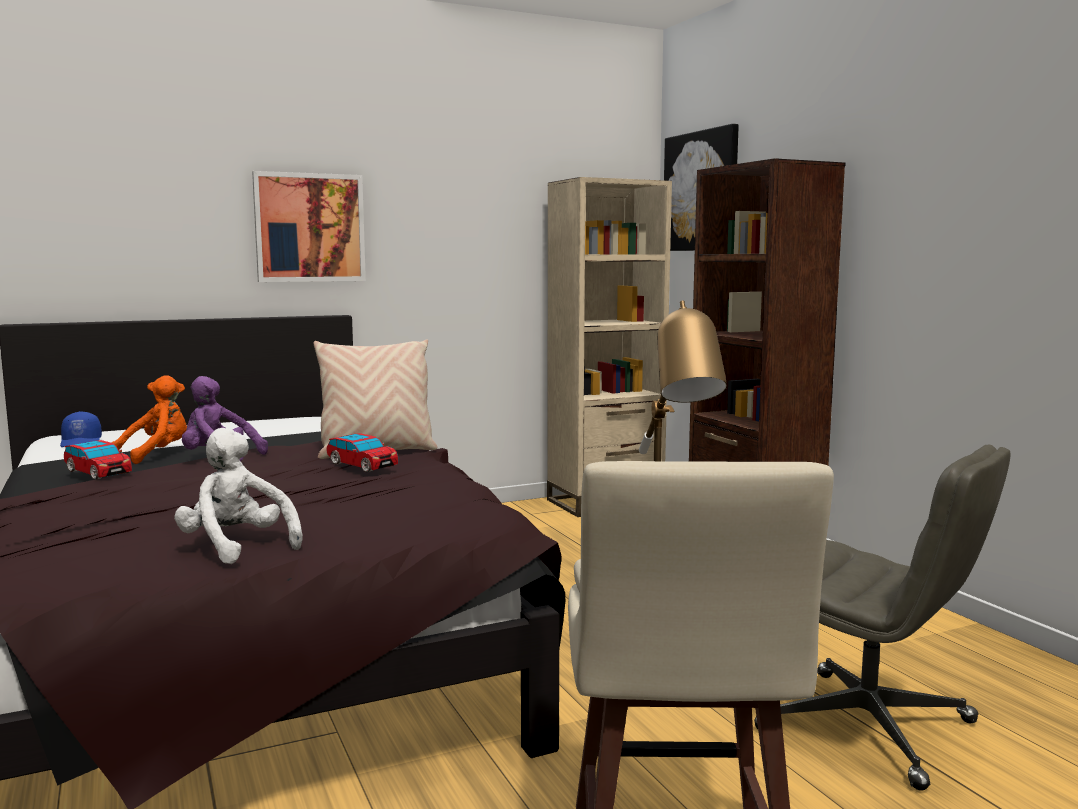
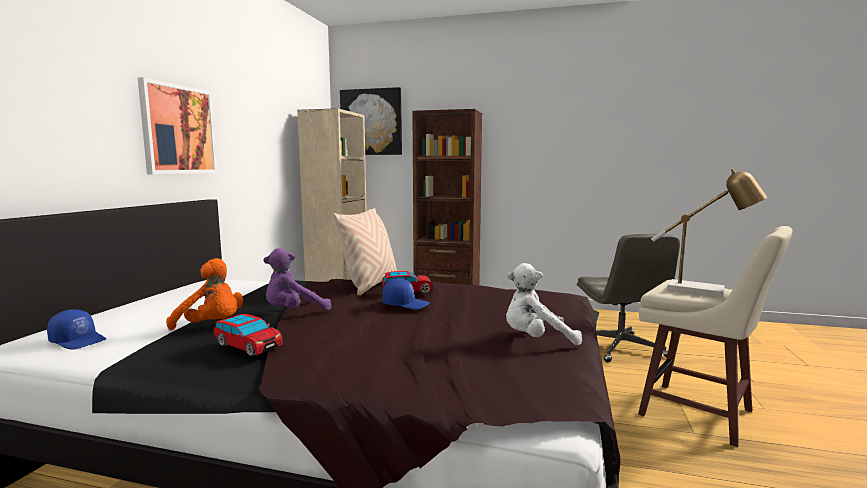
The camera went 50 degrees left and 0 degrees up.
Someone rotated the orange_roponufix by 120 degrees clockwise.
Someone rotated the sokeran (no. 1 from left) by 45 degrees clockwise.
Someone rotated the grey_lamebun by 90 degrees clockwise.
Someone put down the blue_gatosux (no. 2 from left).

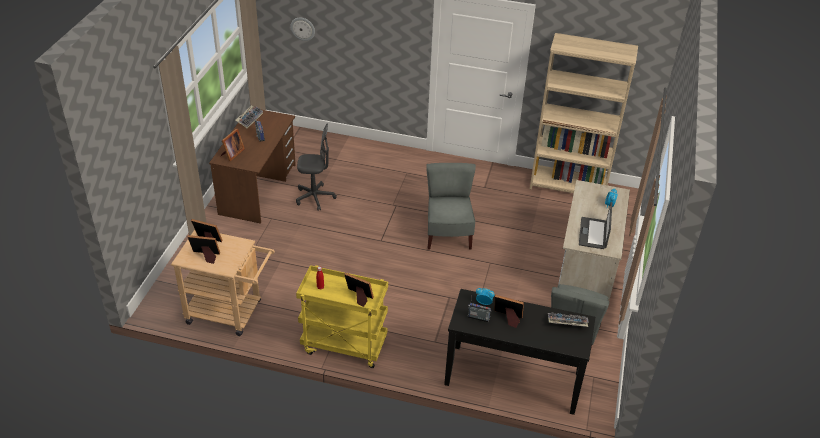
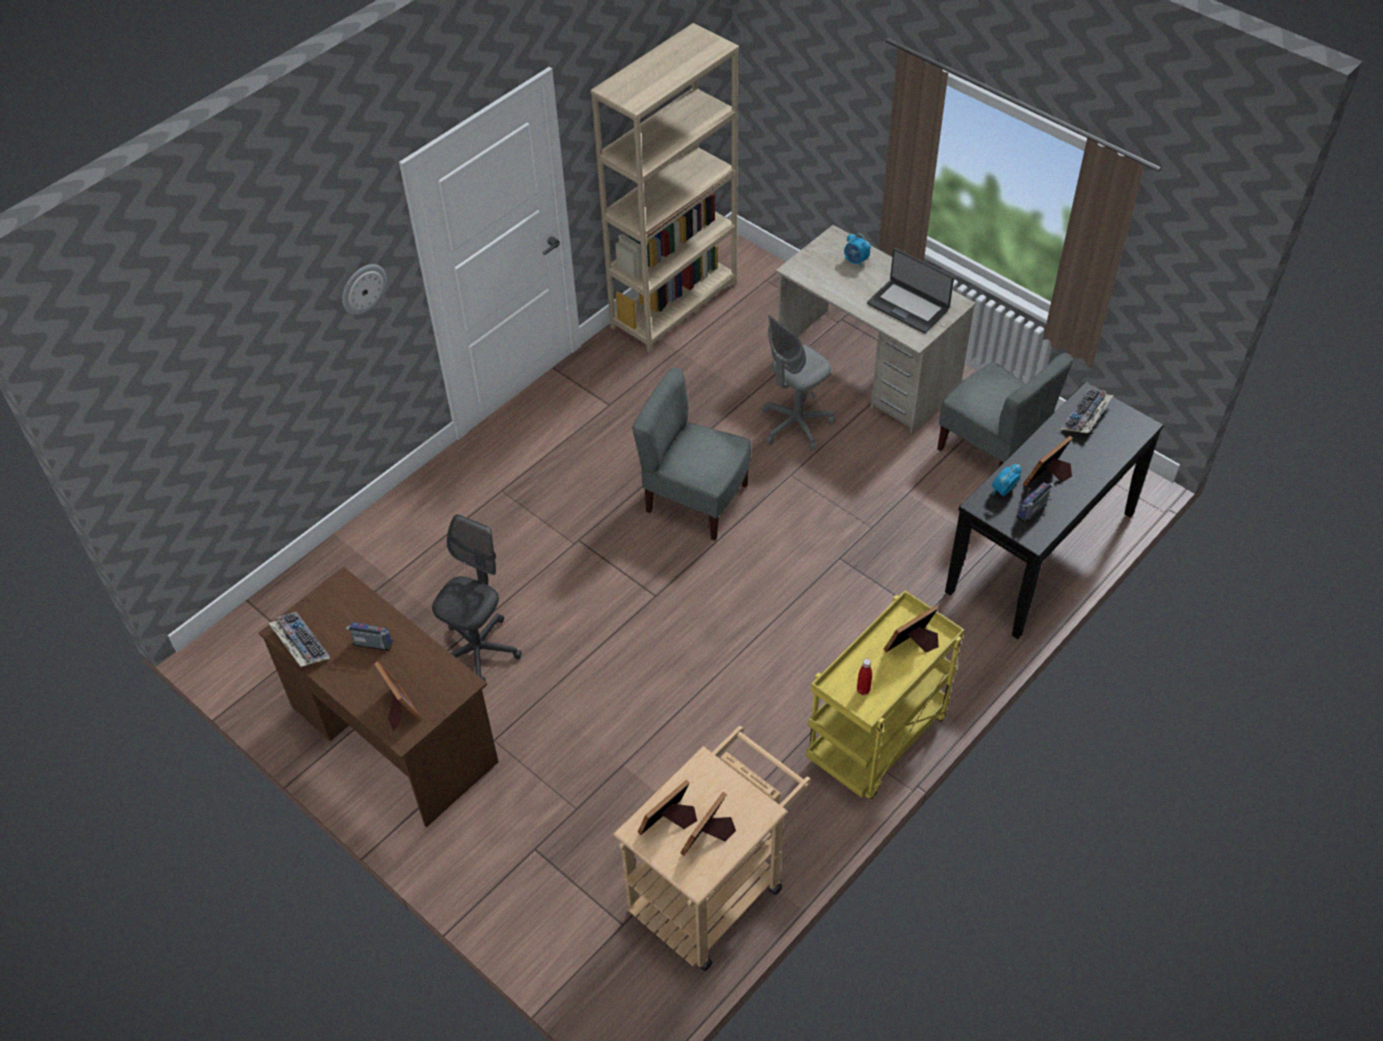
The camera went 60 degrees left and 10 degrees up.
Someone carried the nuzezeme.
Someone put down the grey_lamebun (no. 2 from left).

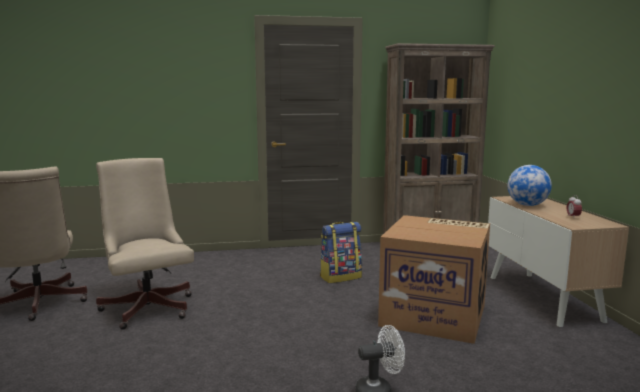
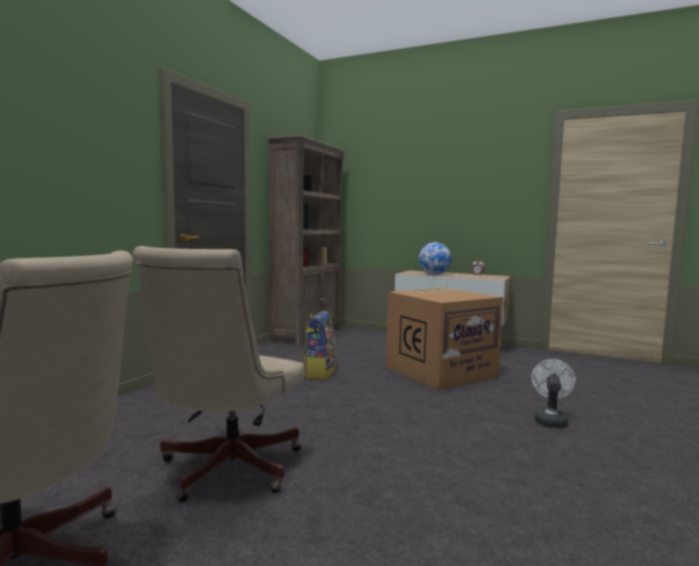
The camera went 55 degrees left and 5 degrees down.
Someone rotated the beige_lamebun (no. 2 from left) by 75 degrees counterclockwise.

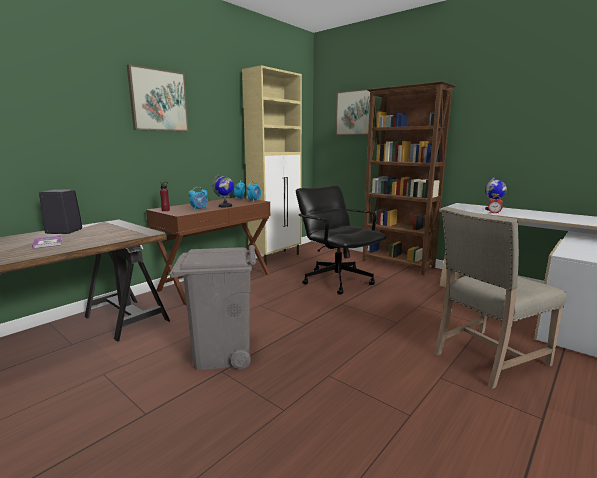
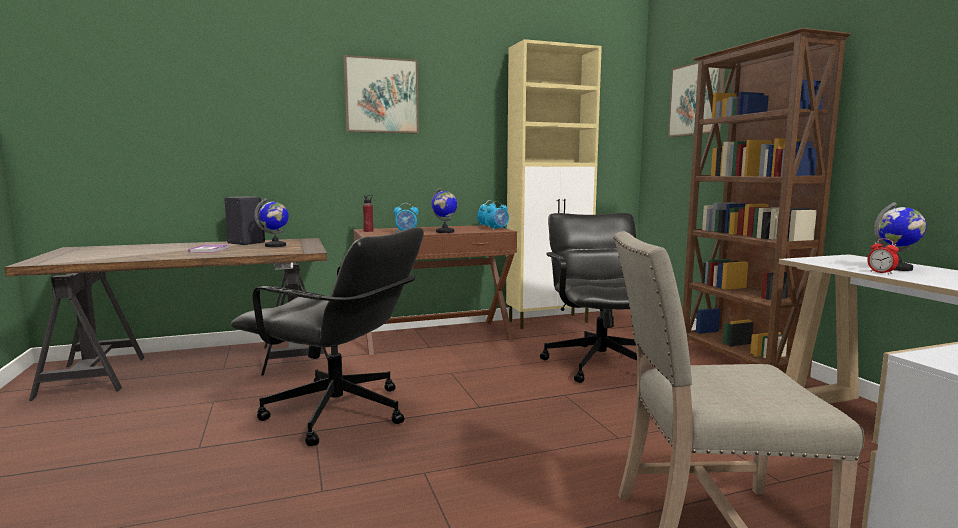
The camera went 30 degrees right and 5 degrees down.
Someone swapped the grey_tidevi for the black_lamebun (no. 1 from left).
Someone put down the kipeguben (no. 1 from left).

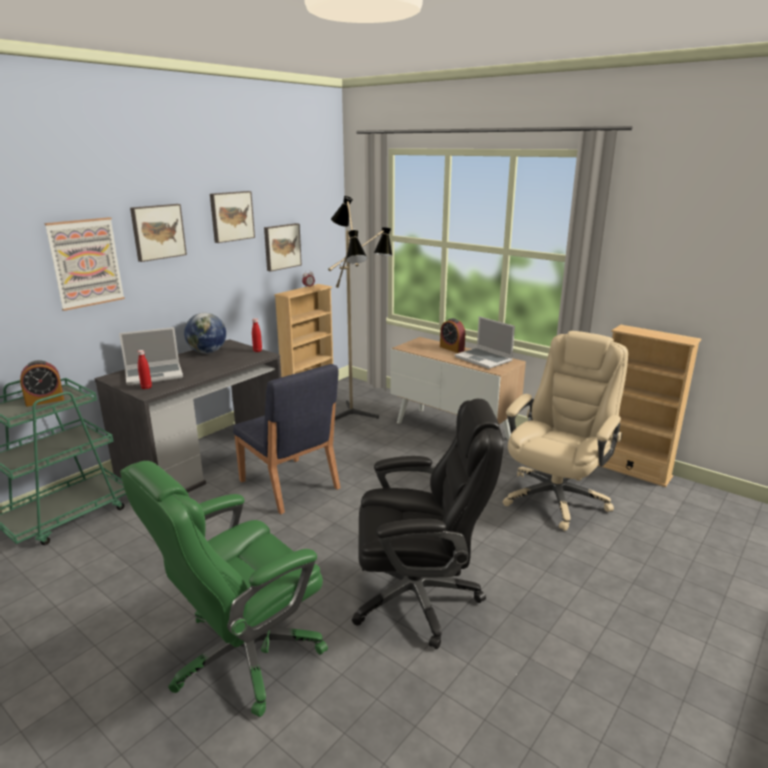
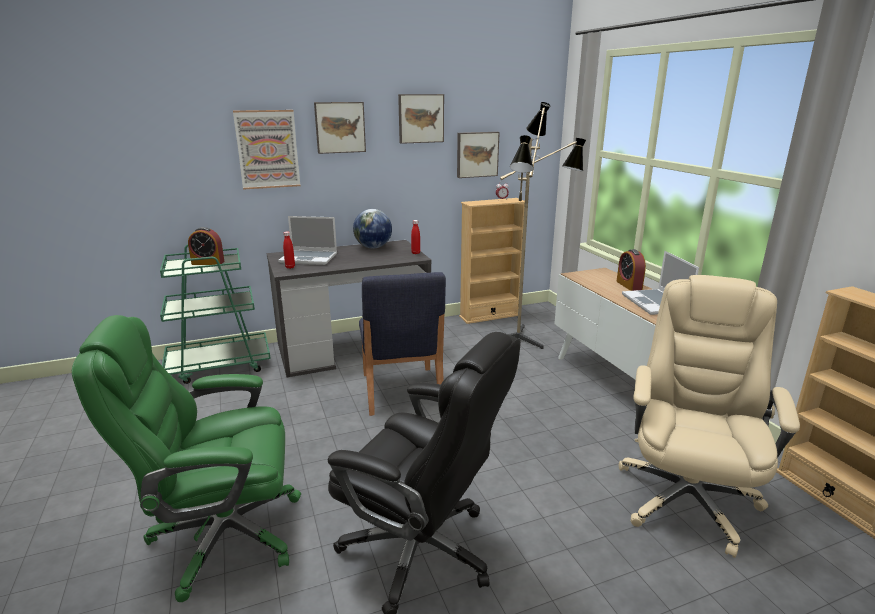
The camera went 30 degrees right and 0 degrees up.
Someone rotated the beige_lamebun by 45 degrees counterclockwise.

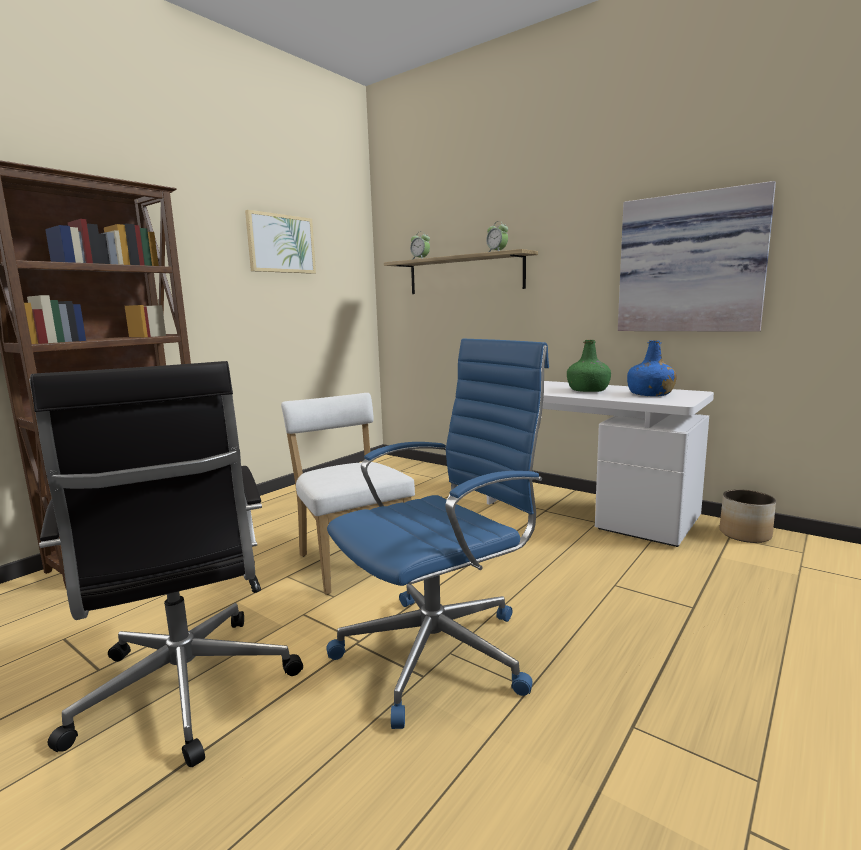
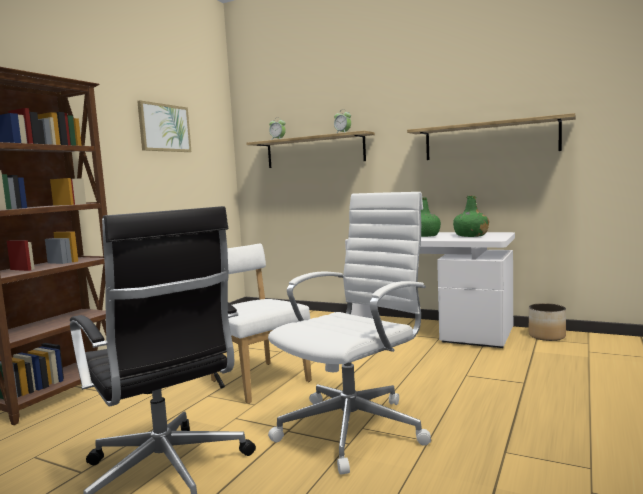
The camera went 10 degrees left and 5 degrees down.
Someone swapped the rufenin (no. 2 from left) for the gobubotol (no. 2 from left).
Someone repainted the blue_lamebun, which became the white_lamebun.
Someone repainted the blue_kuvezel, which became the green_kuvezel (no. 2 from left).

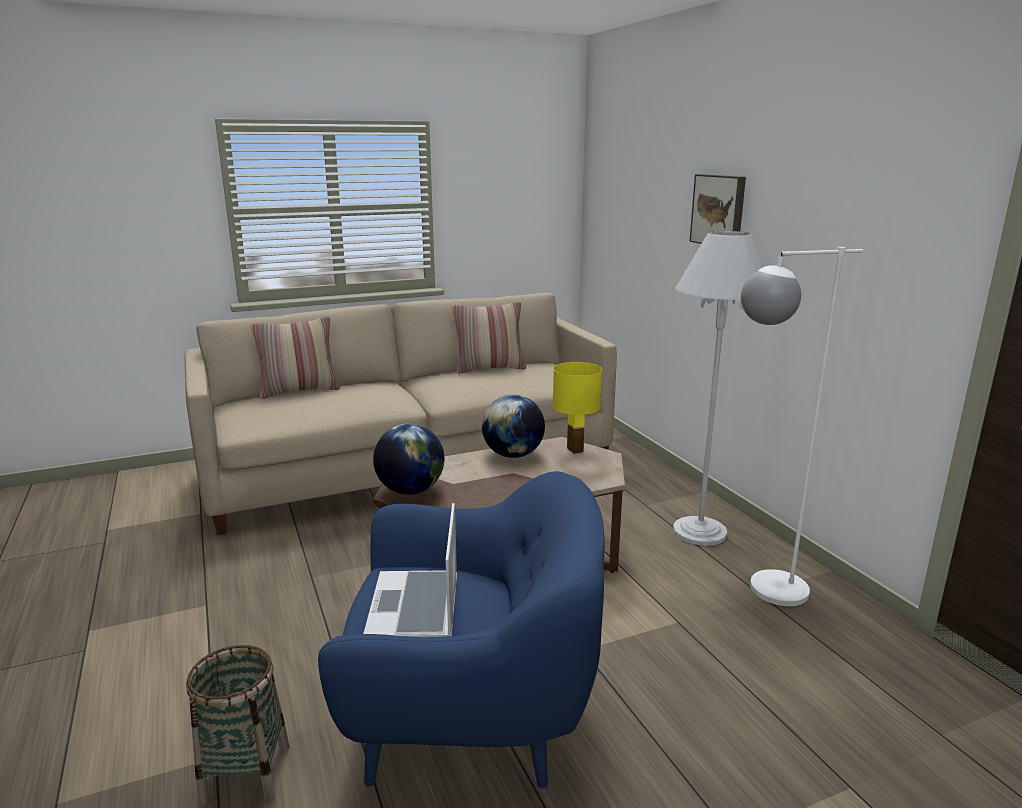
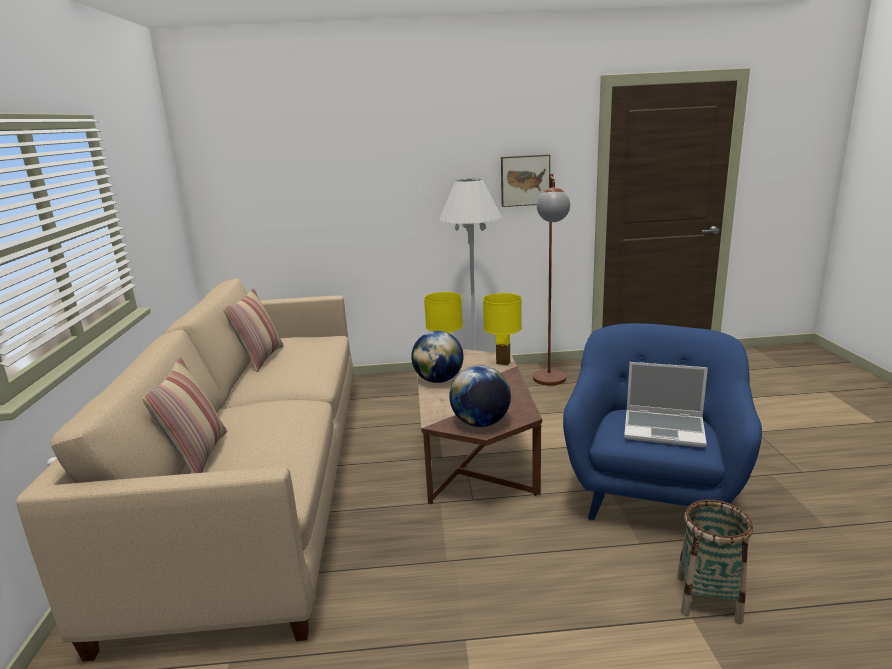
The camera went 70 degrees left and 0 degrees up.
Someone carried the rufenin.
Someone repainted the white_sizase (no. 2 from left), which became the brown_sizase.
Someone put down the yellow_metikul (no. 2 from left).

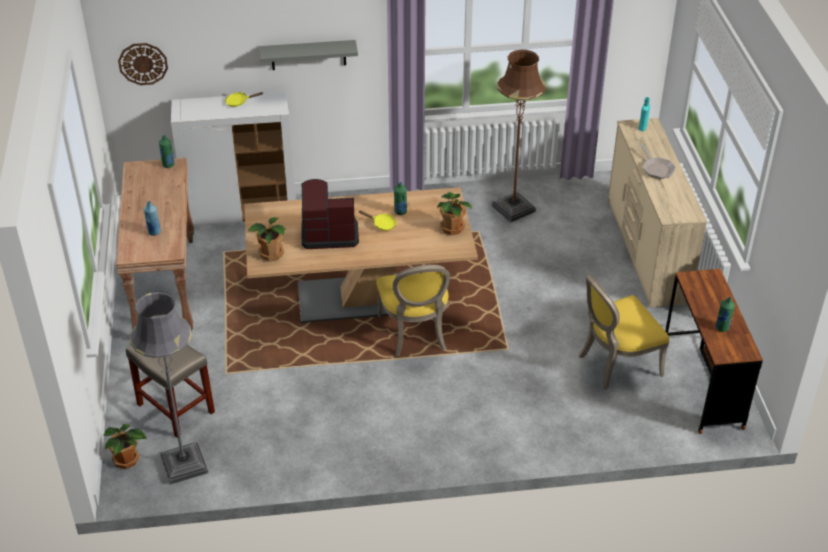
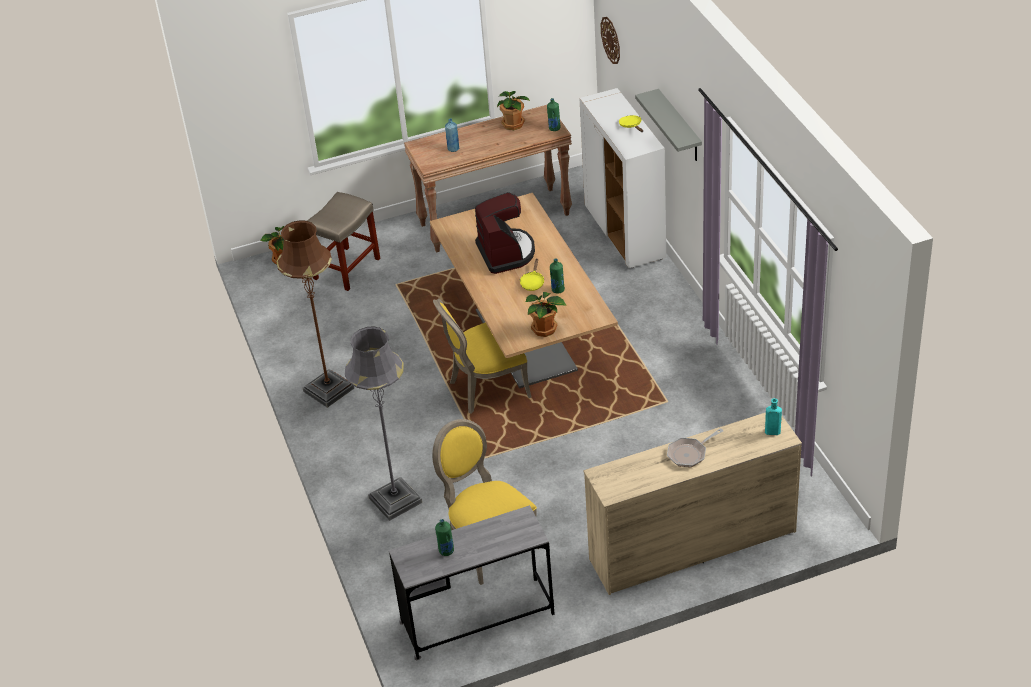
The camera went 80 degrees right and 0 degrees up.
Someone carried the brown_sizase.
Someone carried the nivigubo (no. 2 from left).
Someone repainted the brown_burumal, which became the grey_burumal.
Someone carried the grey_sizase.

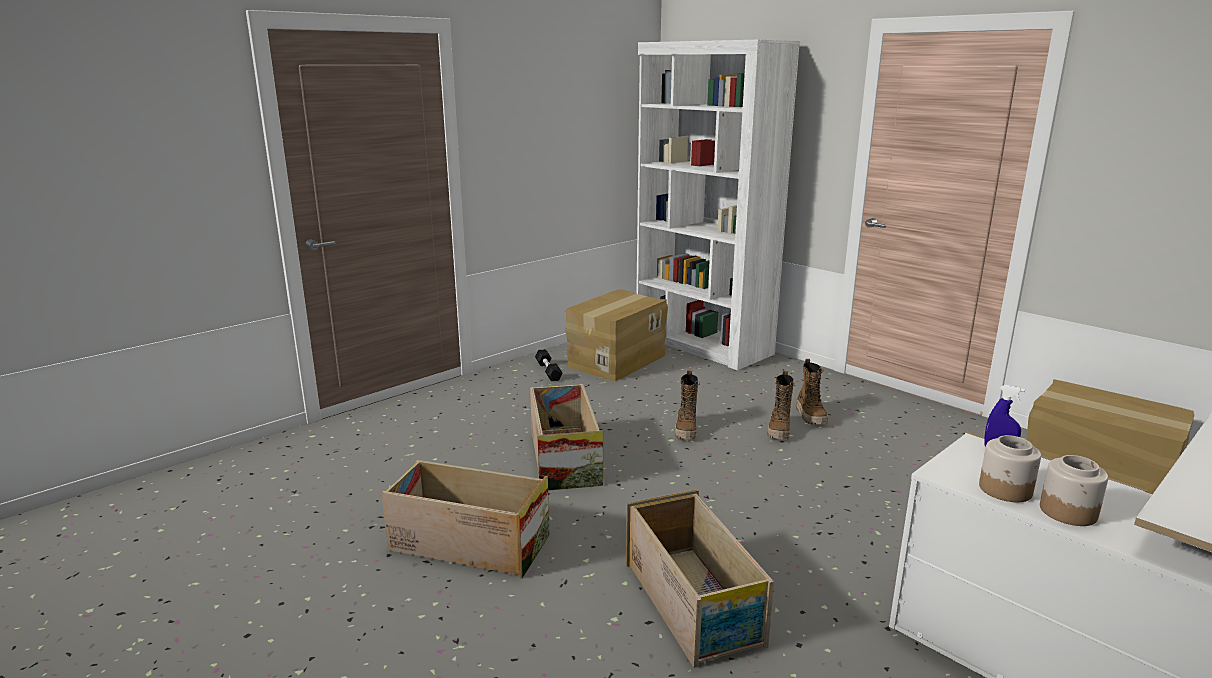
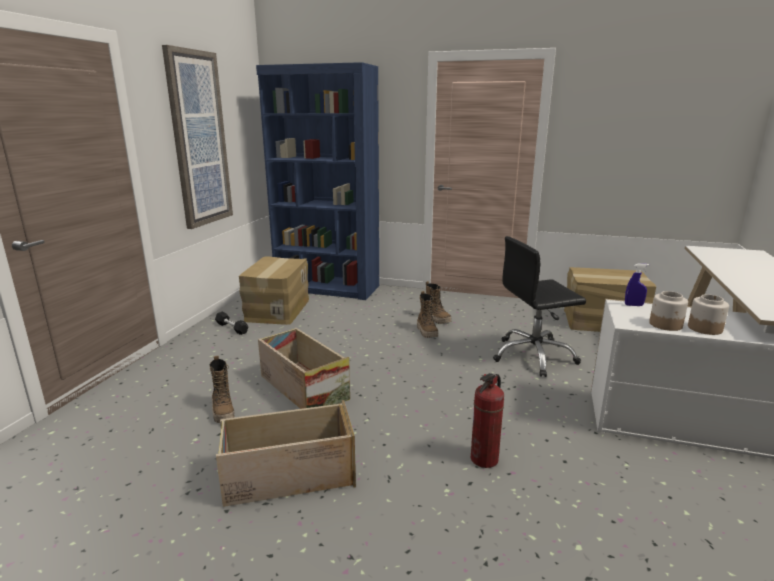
The camera went 30 degrees left and 0 degrees up.
Someone repainted the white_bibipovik, which became the blue_bibipovik.
Someone carried the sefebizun (no. 1 from left).
Someone swapped the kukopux (no. 3 from left) for the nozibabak.
Someone put up the rufenin.
Someone put down the black_lamebun.

